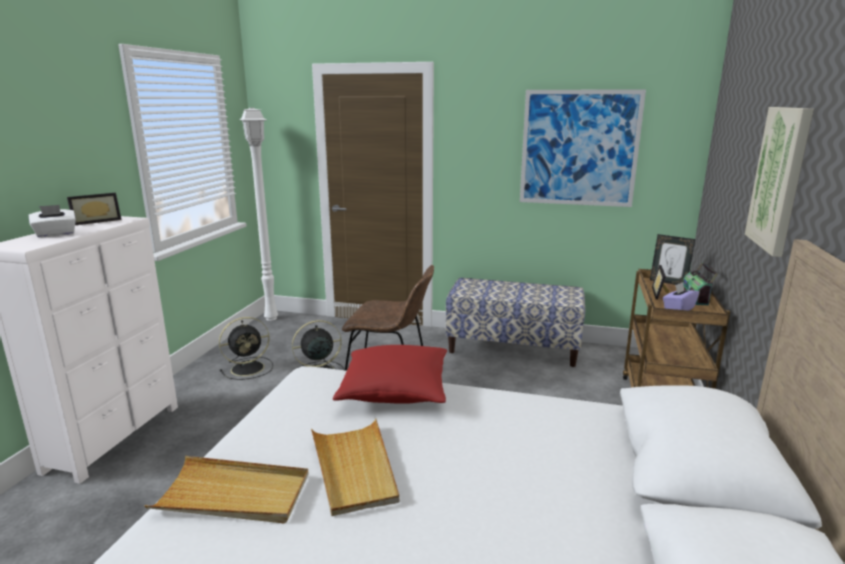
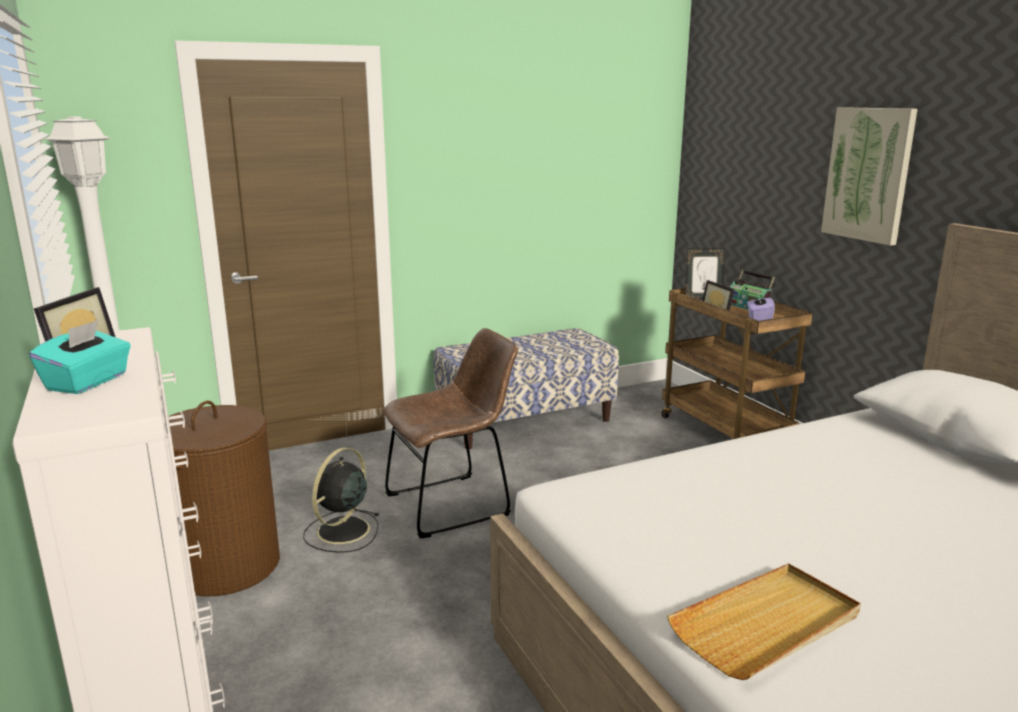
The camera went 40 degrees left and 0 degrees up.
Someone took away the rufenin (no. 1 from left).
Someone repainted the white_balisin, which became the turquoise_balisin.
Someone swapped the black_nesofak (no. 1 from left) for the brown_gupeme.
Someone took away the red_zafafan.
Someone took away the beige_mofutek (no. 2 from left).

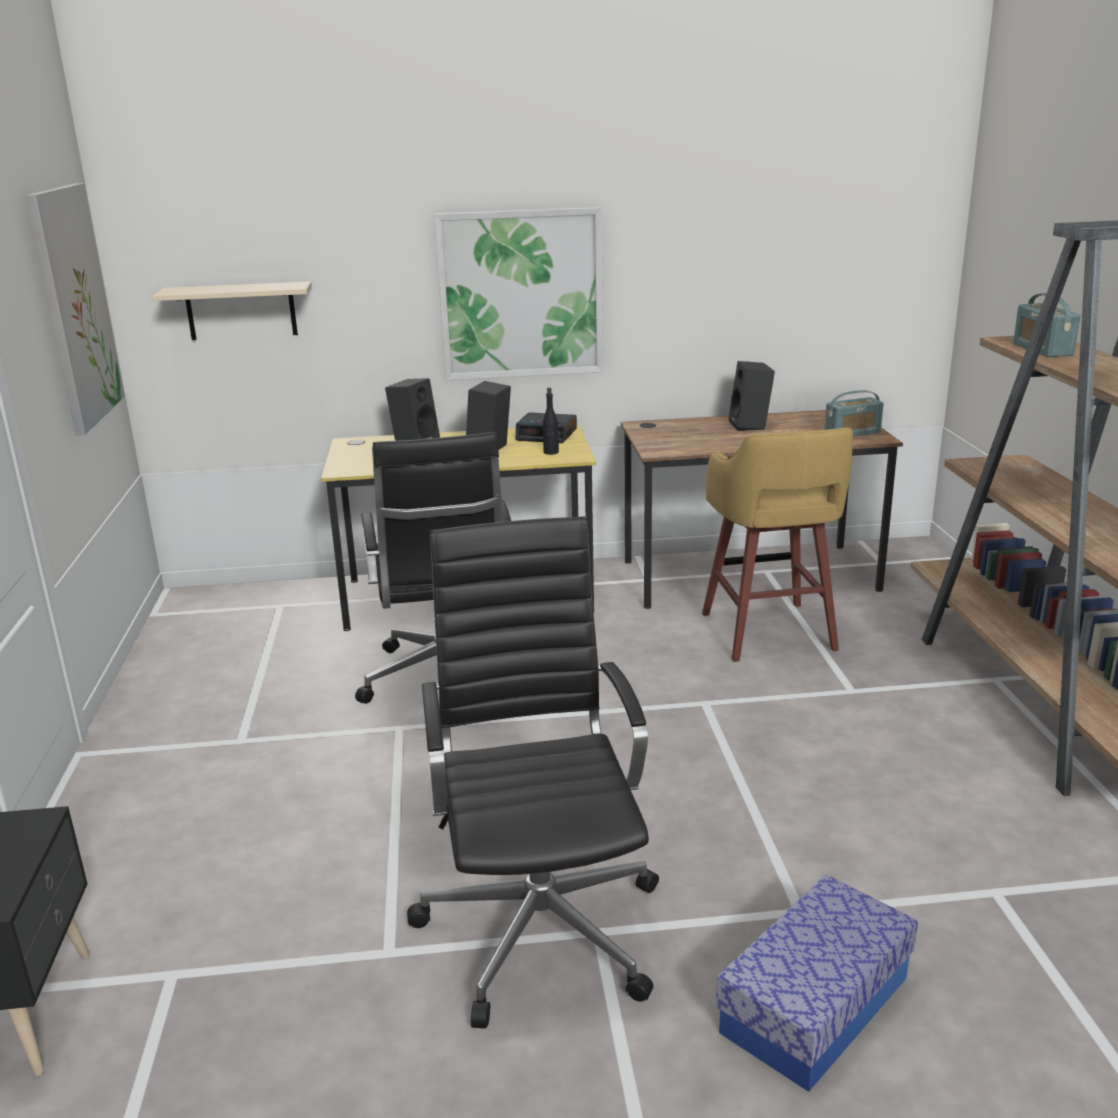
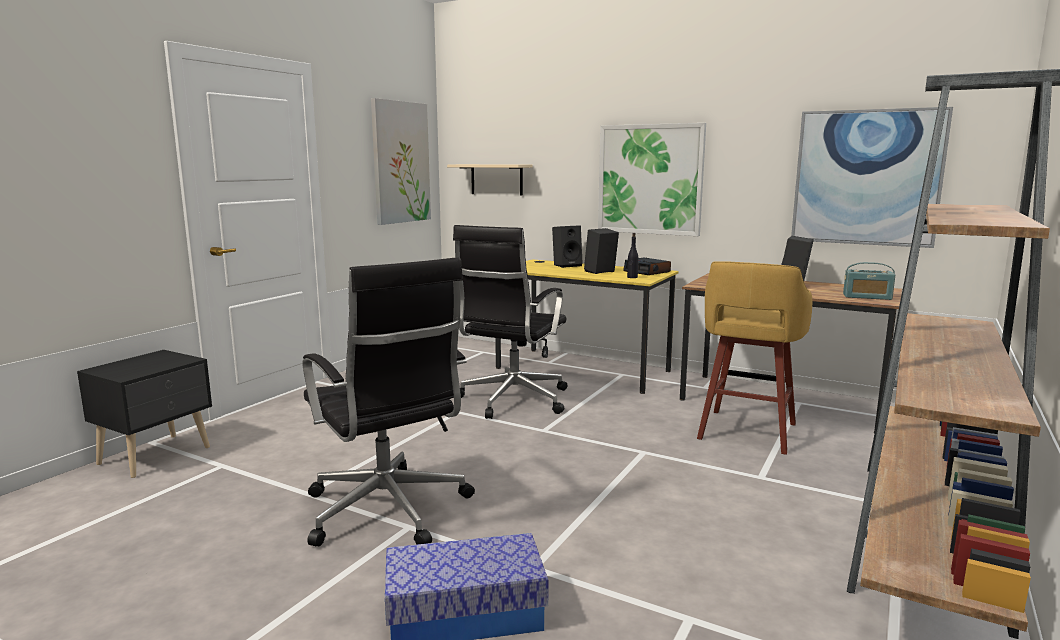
The camera went 35 degrees right and 10 degrees down.
Someone took away the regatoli (no. 2 from left).
Someone rotated the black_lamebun (no. 2 from left in the first image) by 120 degrees clockwise.
Someone put up the rufenin (no. 3 from left).

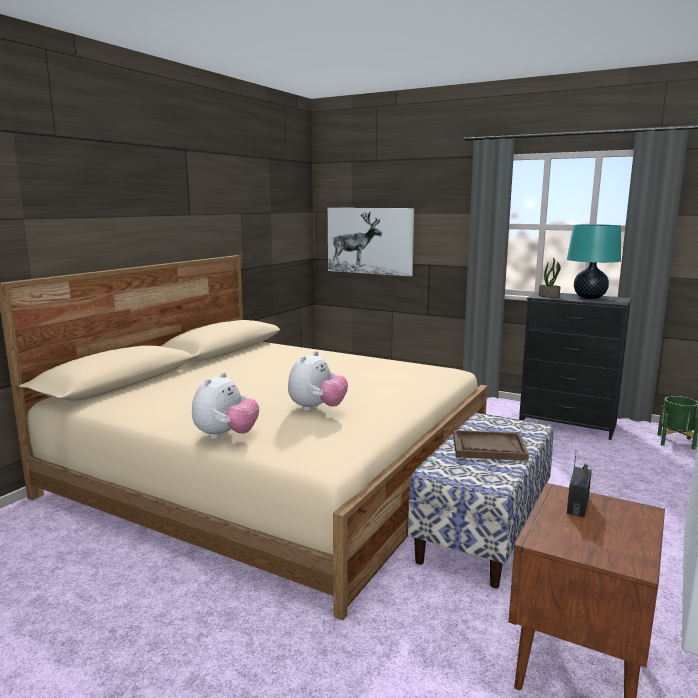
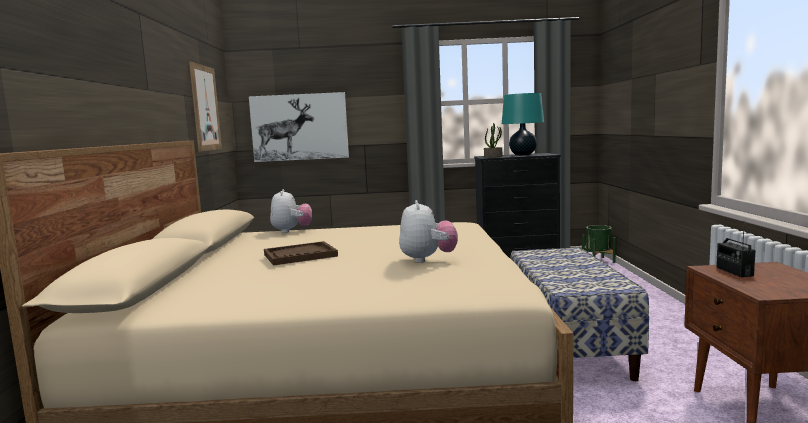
The camera went 30 degrees left and 5 degrees down.
Someone carried the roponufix (no. 1 from left).
Someone carried the brown_mofutek.
Someone put up the rufenin (no. 1 from left).

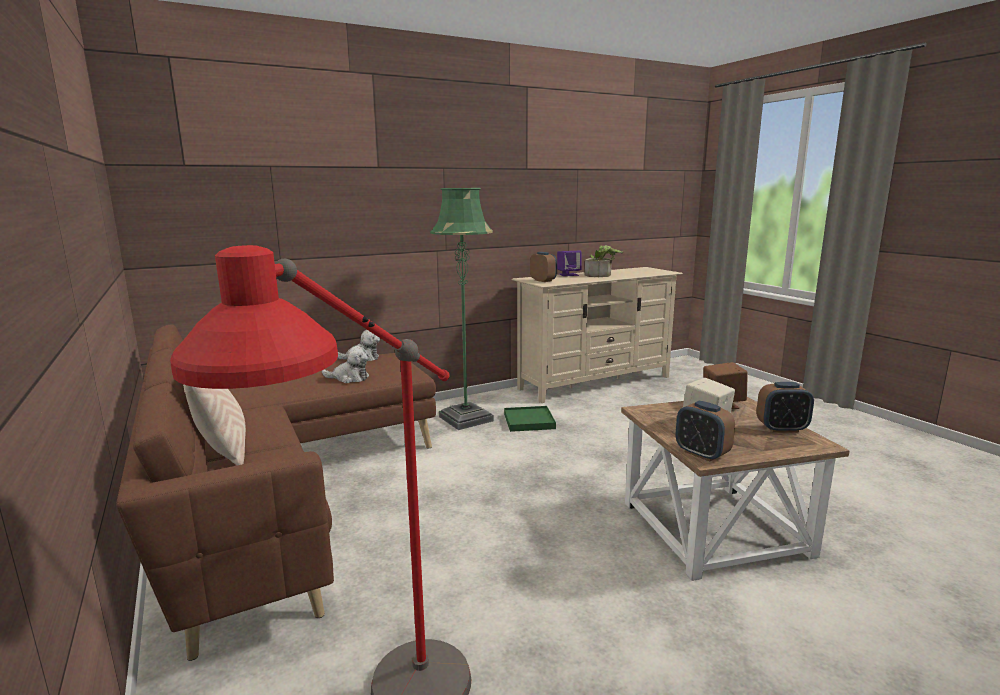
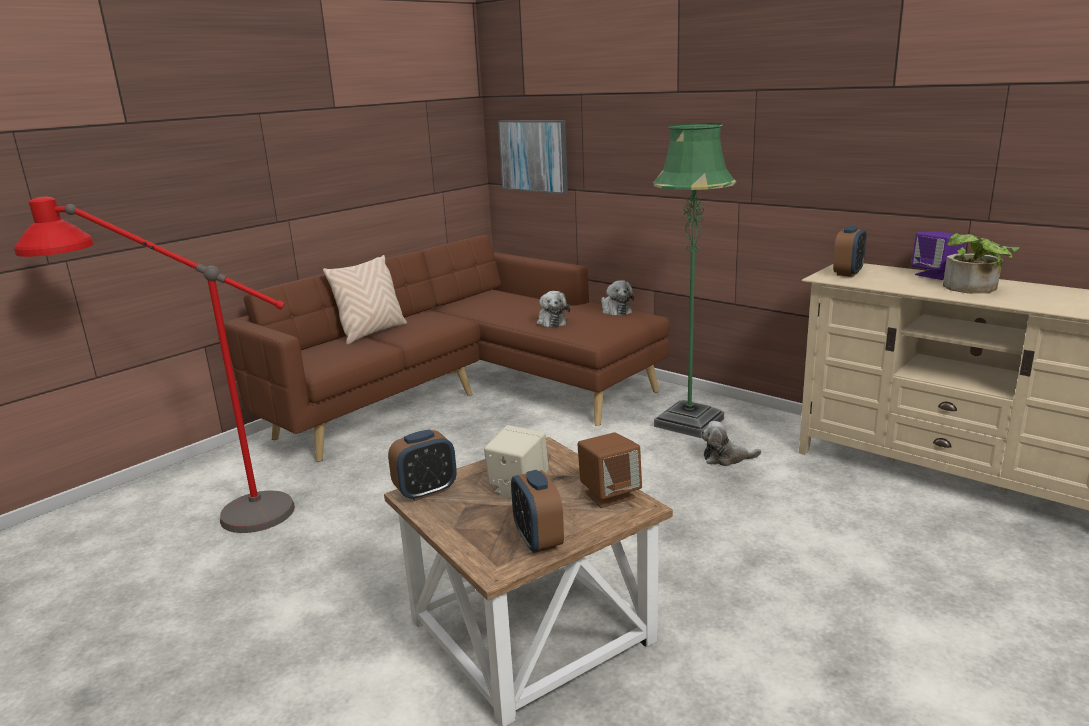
The camera went 70 degrees right and 5 degrees up.
Someone rotated the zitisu (no. 2 from left in the first image) by 150 degrees counterclockwise.
Someone swapped the green_mofutek for the roponufix (no. 3 from left).
Someone put up the rufenin.

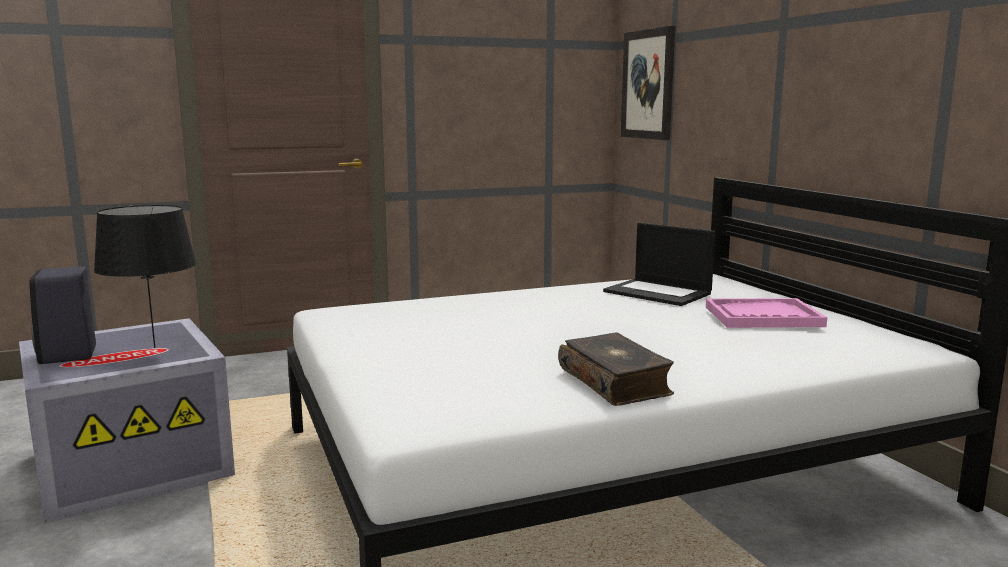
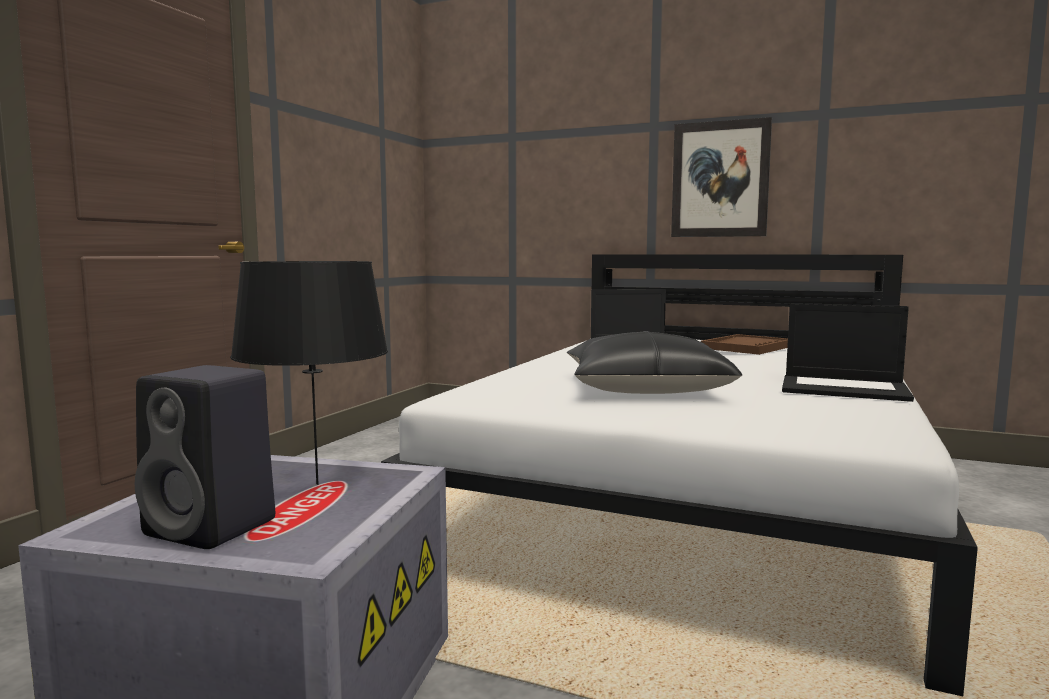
The camera went 45 degrees left and 5 degrees down.
Someone carried the rufenin.
Someone repainted the pink_mofutek, which became the brown_mofutek.
Someone swapped the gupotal for the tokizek (no. 2 from left).
Someone put down the black_zafafan.

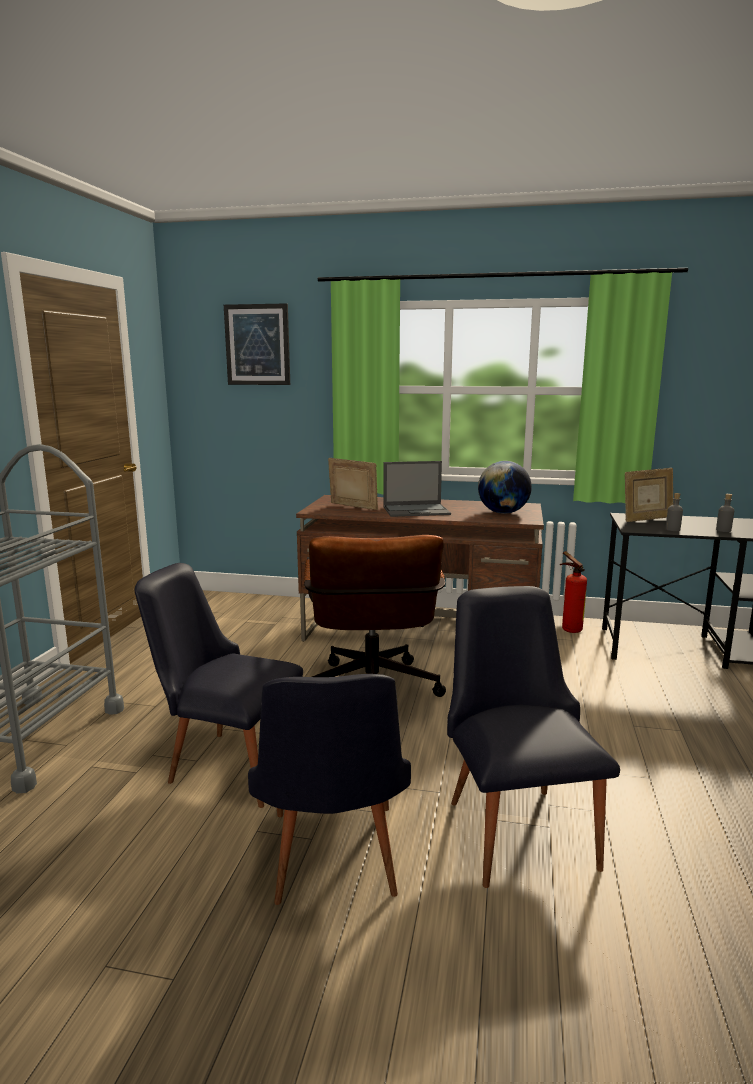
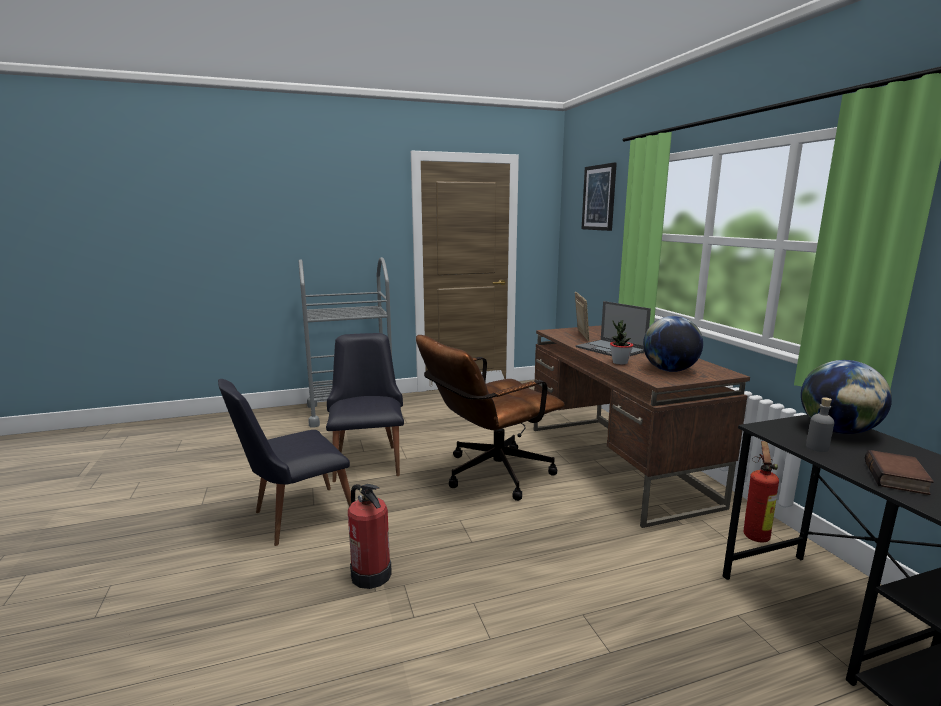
The camera went 60 degrees right and 0 degrees up.
Someone swapped the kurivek (no. 2 from left) for the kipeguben (no. 2 from left).
Someone swapped the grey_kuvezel (no. 2 from left) for the gupotal.
Someone swapped the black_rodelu (no. 3 from left) for the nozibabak (no. 1 from left).
Someone put down the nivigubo.

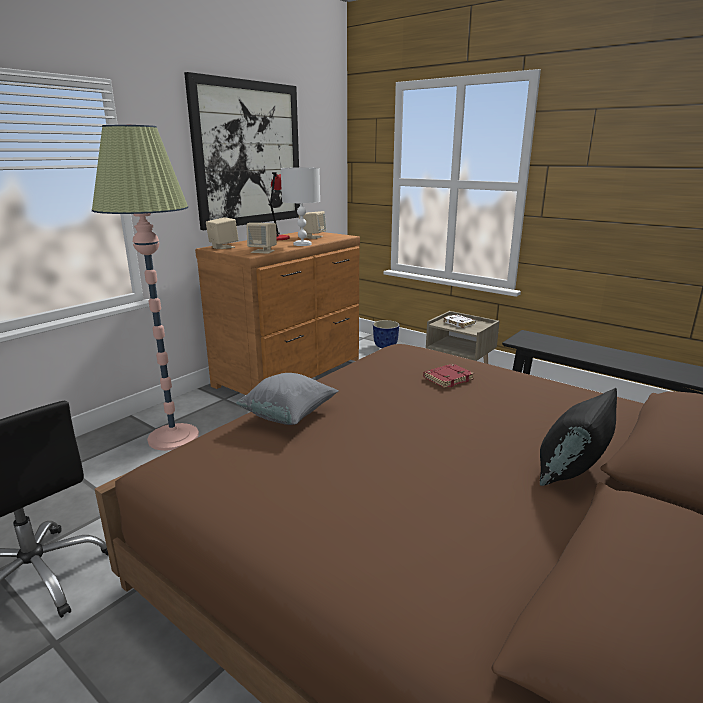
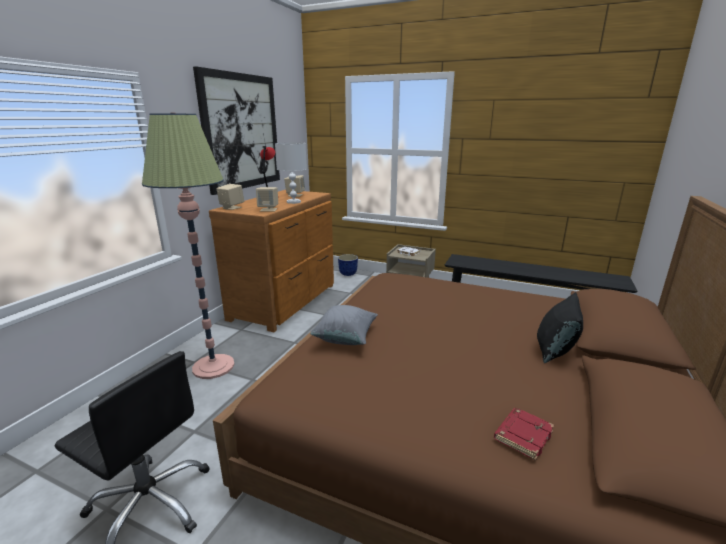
The camera went 15 degrees left and 0 degrees up.
Someone carried the red_gupotal.

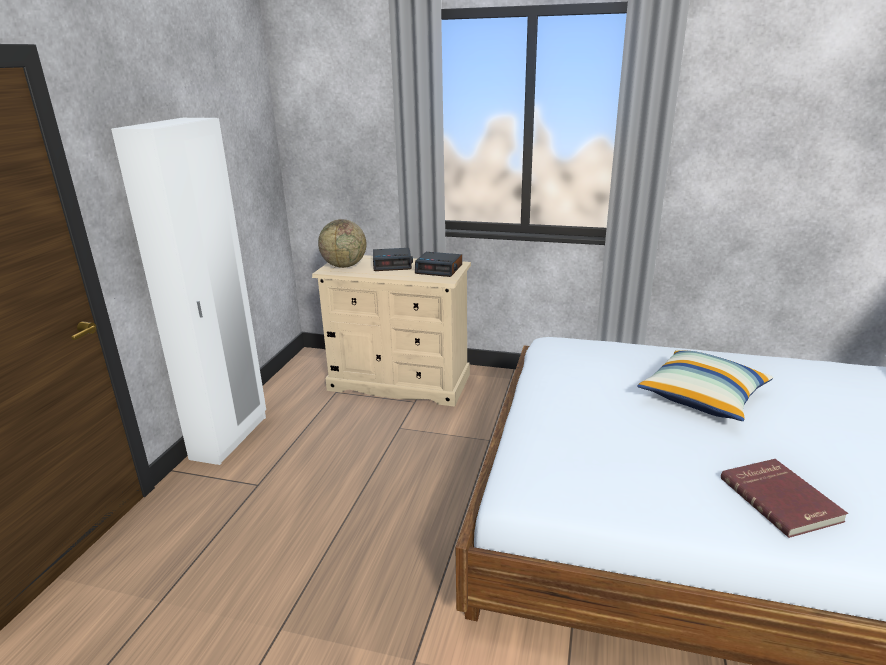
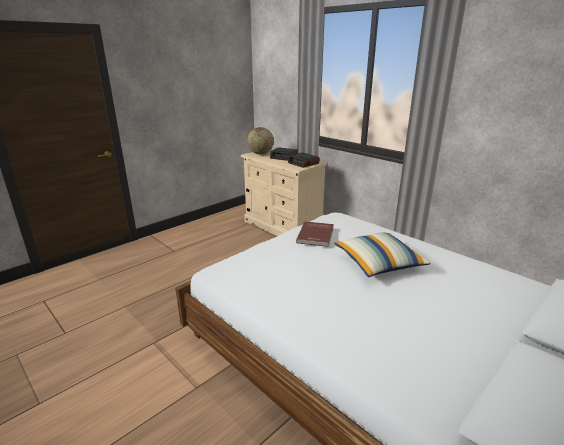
The camera went 30 degrees right and 0 degrees up.
Someone took away the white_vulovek.
Someone carried the red_gupotal.

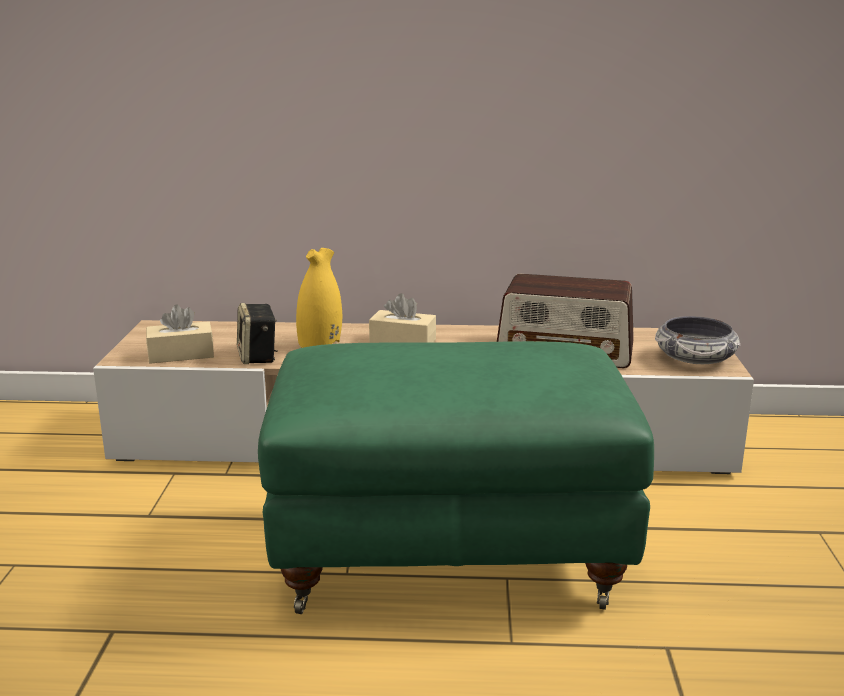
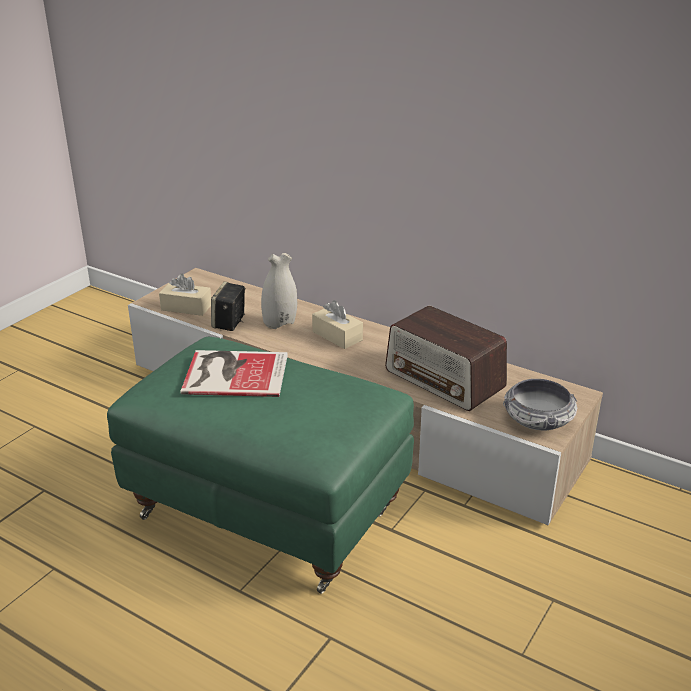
The camera went 30 degrees right and 10 degrees up.
Someone repainted the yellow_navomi, which became the white_navomi.
Someone put down the gupotal.

